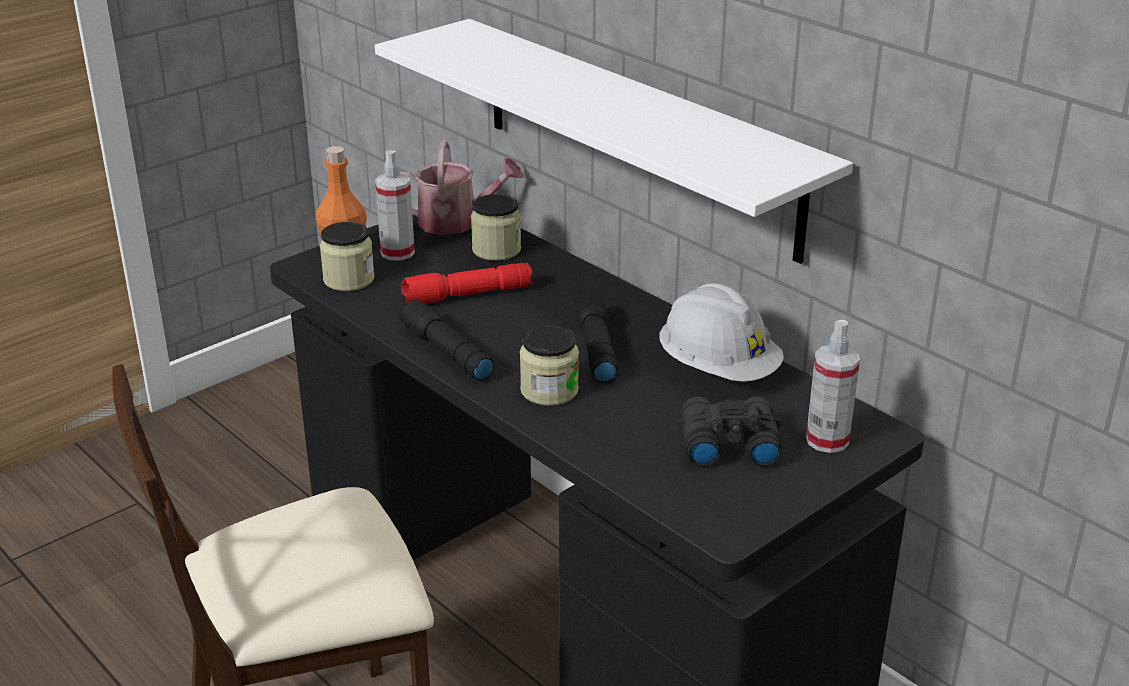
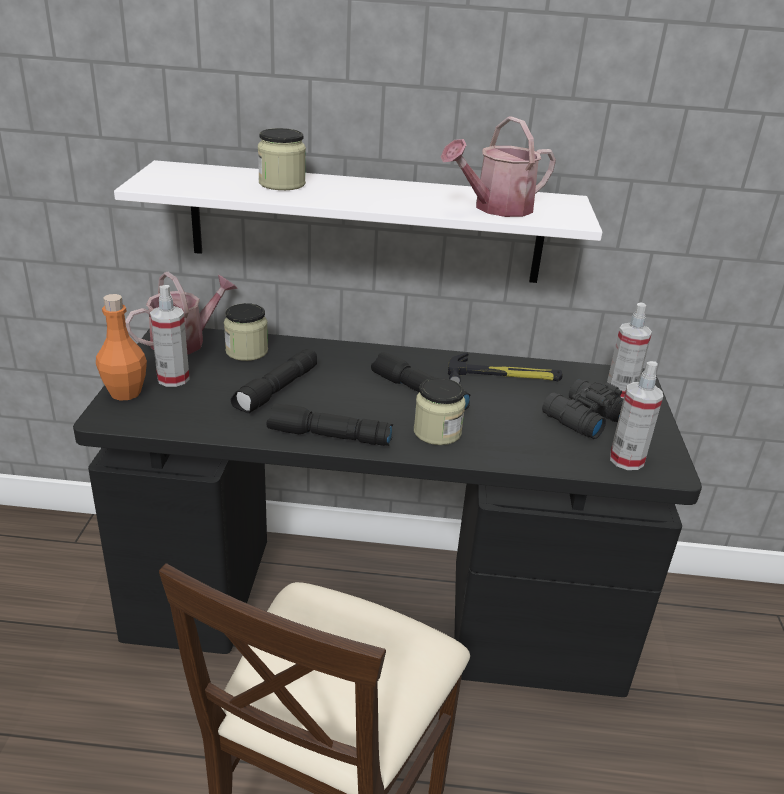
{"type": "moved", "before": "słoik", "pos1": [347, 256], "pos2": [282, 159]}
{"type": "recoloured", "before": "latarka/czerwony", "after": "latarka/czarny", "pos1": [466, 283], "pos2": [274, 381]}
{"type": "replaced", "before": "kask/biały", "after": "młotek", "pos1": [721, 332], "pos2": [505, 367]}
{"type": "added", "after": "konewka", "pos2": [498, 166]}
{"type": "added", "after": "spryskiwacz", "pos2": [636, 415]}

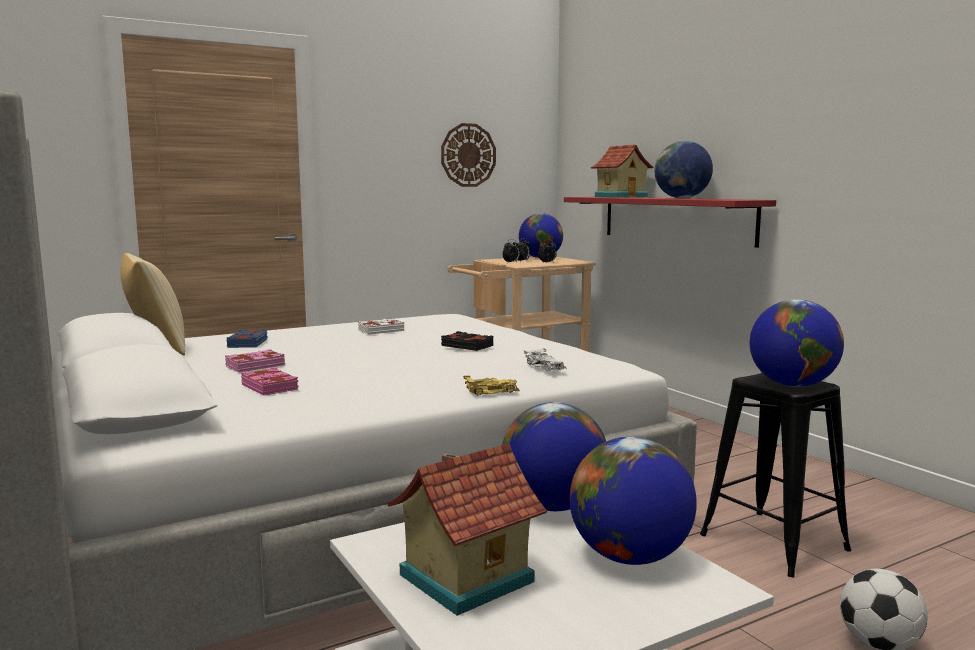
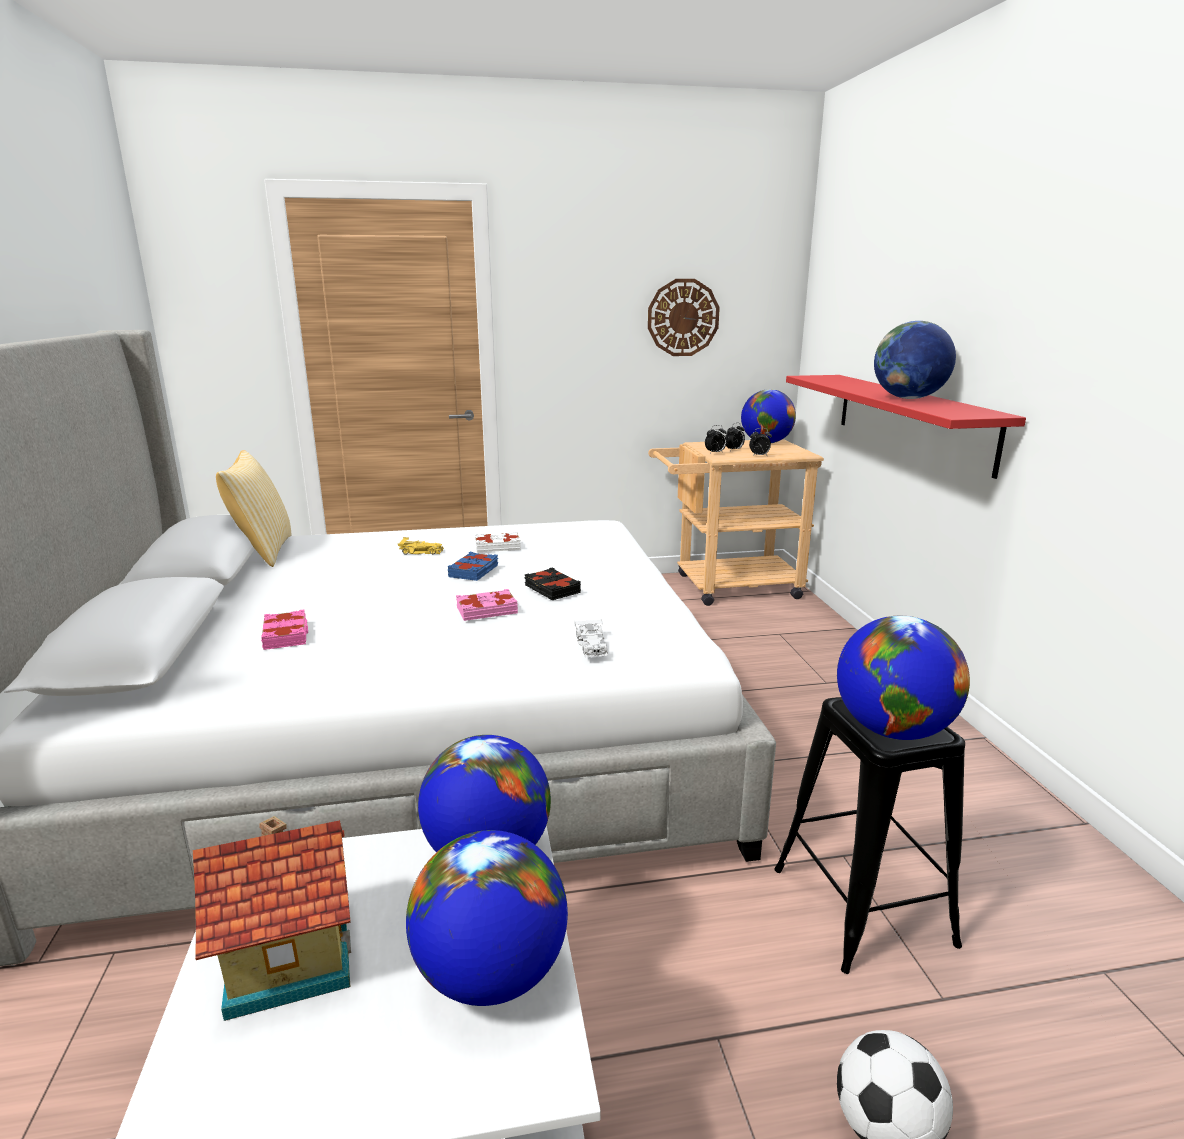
{"type": "removed", "before": "domek", "pos1": [622, 171]}
{"type": "moved", "before": "książka/niebieski", "pos1": [247, 339], "pos2": [473, 566]}
{"type": "moved", "before": "książka/różowy", "pos1": [255, 361], "pos2": [487, 605]}
{"type": "moved", "before": "samochodzik/żółty", "pos1": [491, 385], "pos2": [421, 546]}

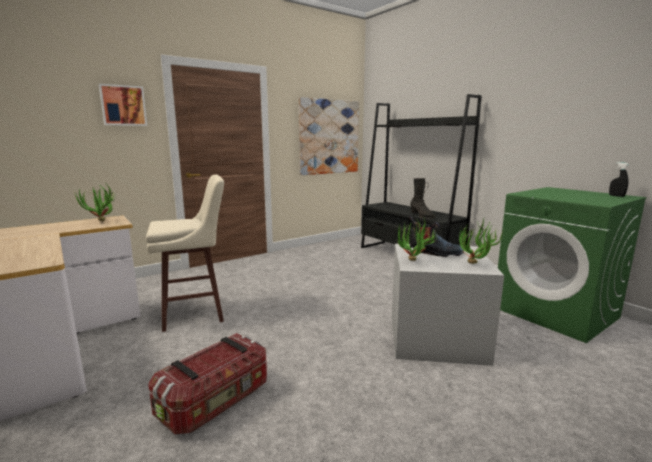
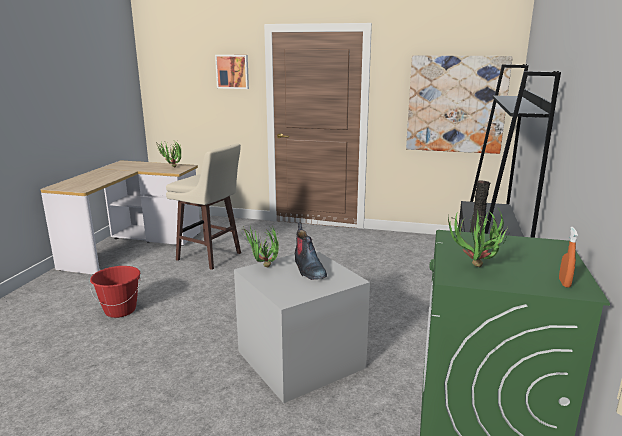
{"type": "recoloured", "before": "spryskiwacz/czarny", "after": "spryskiwacz/pomarańczowy", "pos1": [619, 179], "pos2": [568, 257]}
{"type": "moved", "before": "roślina doniczkowa", "pos1": [481, 241], "pos2": [478, 237]}
{"type": "replaced", "before": "pojemnik do przechowywania", "after": "wiadro/czerwony", "pos1": [207, 383], "pos2": [115, 292]}

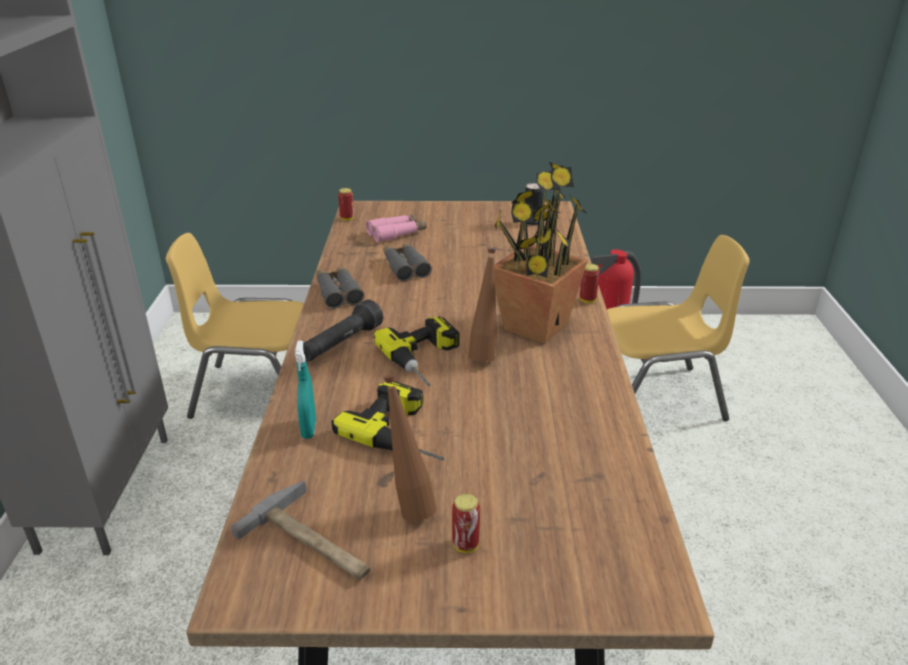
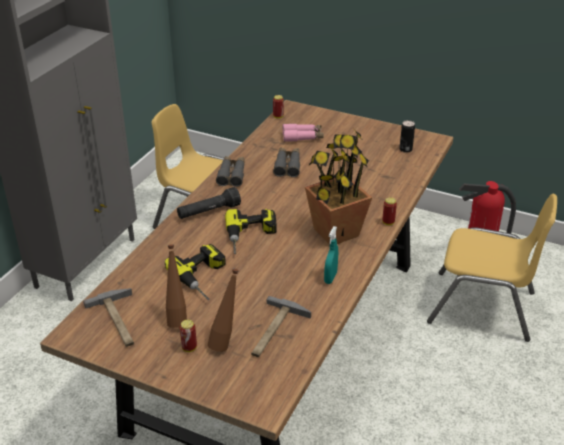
{"type": "moved", "before": "butelka/brązowy", "pos1": [482, 305], "pos2": [223, 310]}
{"type": "moved", "before": "spryskiwacz/turkusowy", "pos1": [305, 389], "pos2": [331, 255]}
{"type": "added", "after": "młotek", "pos2": [281, 326]}

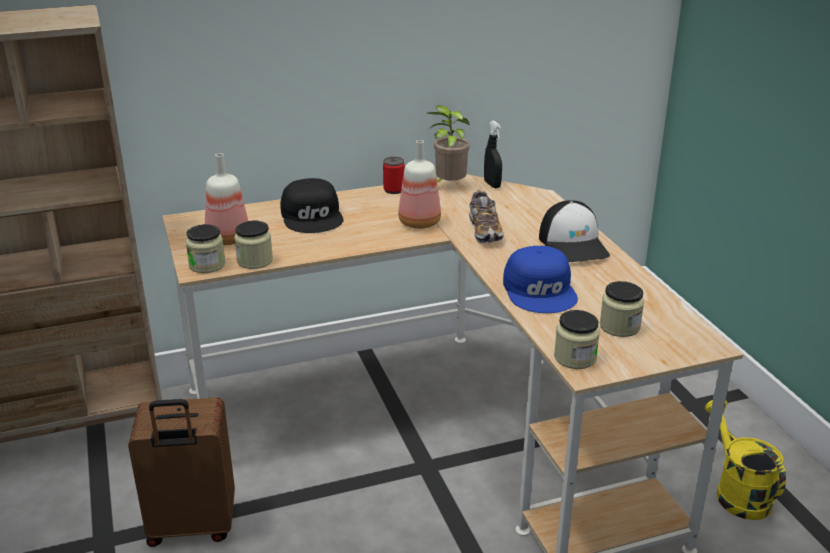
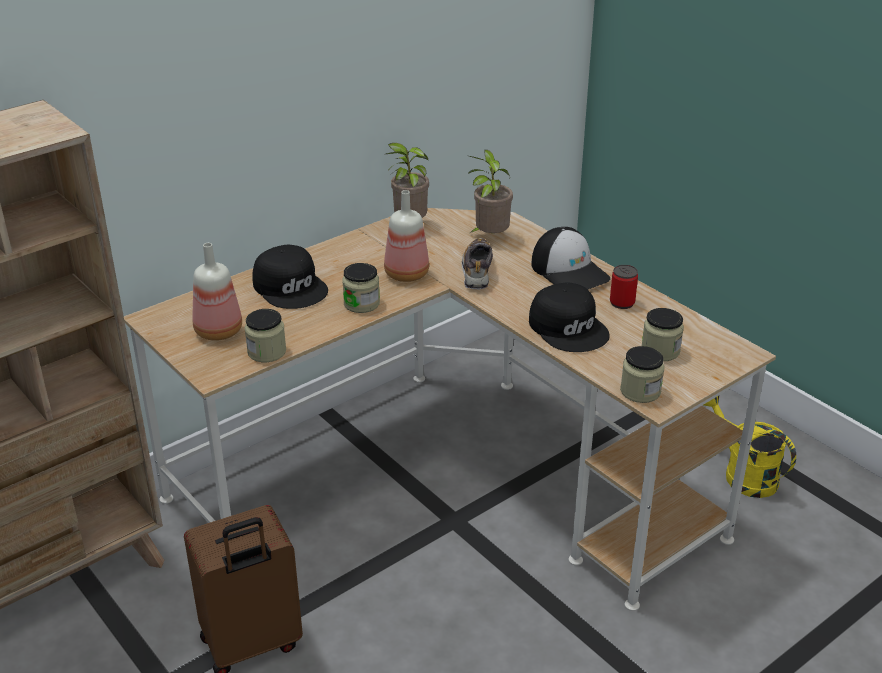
{"type": "removed", "before": "spryskiwacz/czarny", "pos1": [493, 154]}
{"type": "moved", "before": "puszka", "pos1": [394, 175], "pos2": [624, 287]}
{"type": "turned", "before": "but", "pos1": [486, 217], "pos2": [477, 264], "turn": -150}
{"type": "moved", "before": "słoik", "pos1": [205, 248], "pos2": [361, 288]}
{"type": "recoloured", "before": "czapka z daszkiem/niebieski", "after": "czapka z daszkiem/czarny", "pos1": [540, 279], "pos2": [569, 317]}
{"type": "added", "after": "roślina doniczkowa", "pos2": [490, 191]}

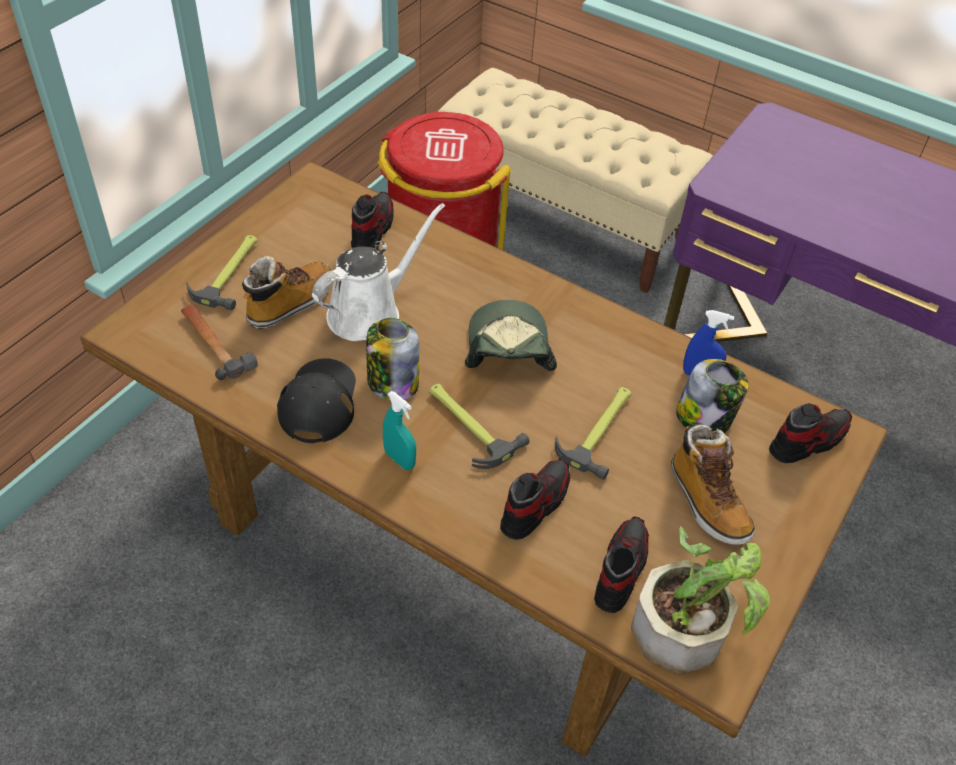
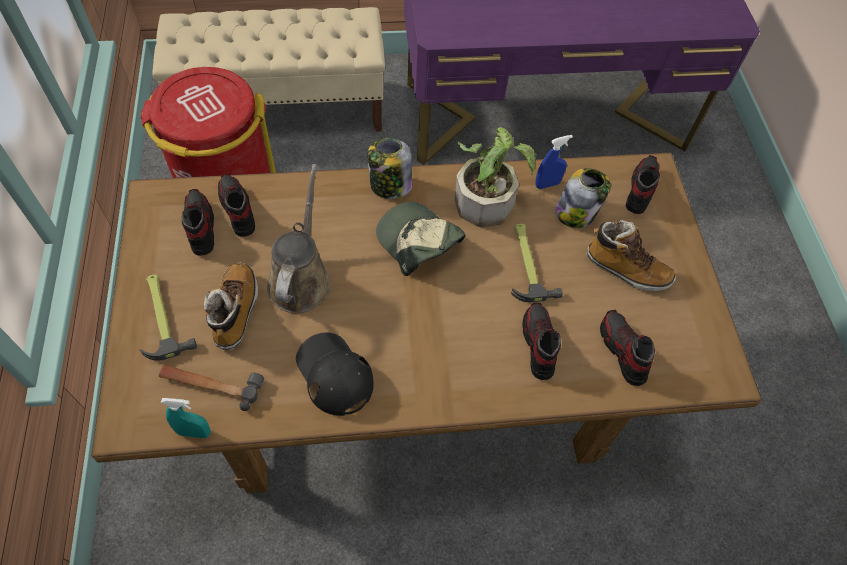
{"type": "recoloured", "before": "konewka/biały", "after": "konewka/brązowy", "pos1": [378, 272], "pos2": [299, 238]}
{"type": "moved", "before": "słoik", "pos1": [392, 359], "pos2": [390, 168]}
{"type": "removed", "before": "młotek", "pos1": [479, 426]}
{"type": "moved", "before": "spryskiwacz/turkusowy", "pos1": [399, 430], "pos2": [186, 418]}
{"type": "moved", "before": "roślina doniczkowa", "pos1": [700, 601], "pos2": [495, 177]}
{"type": "added", "after": "but", "pos2": [198, 222]}

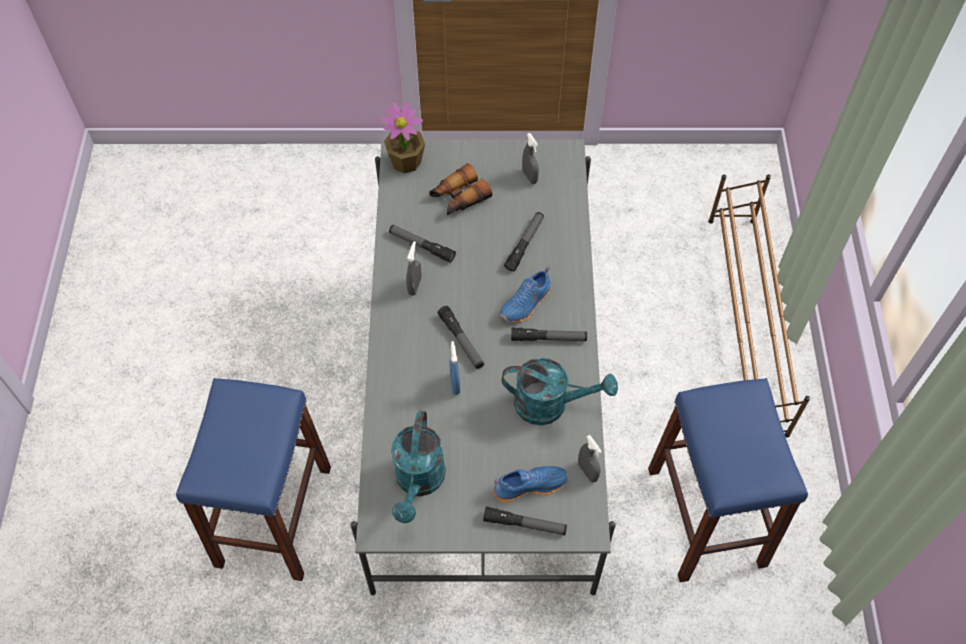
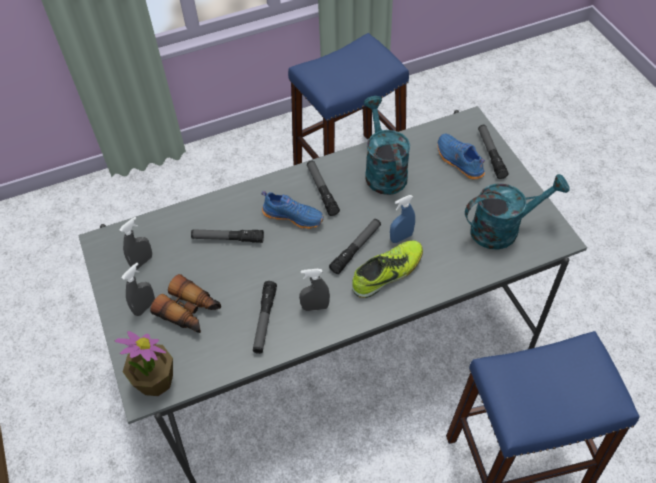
{"type": "removed", "before": "regał na buty/brązowy", "pos1": [759, 305]}
{"type": "moved", "before": "spryskiwacz/szary", "pos1": [590, 459], "pos2": [138, 289]}
{"type": "added", "after": "but", "pos2": [387, 269]}

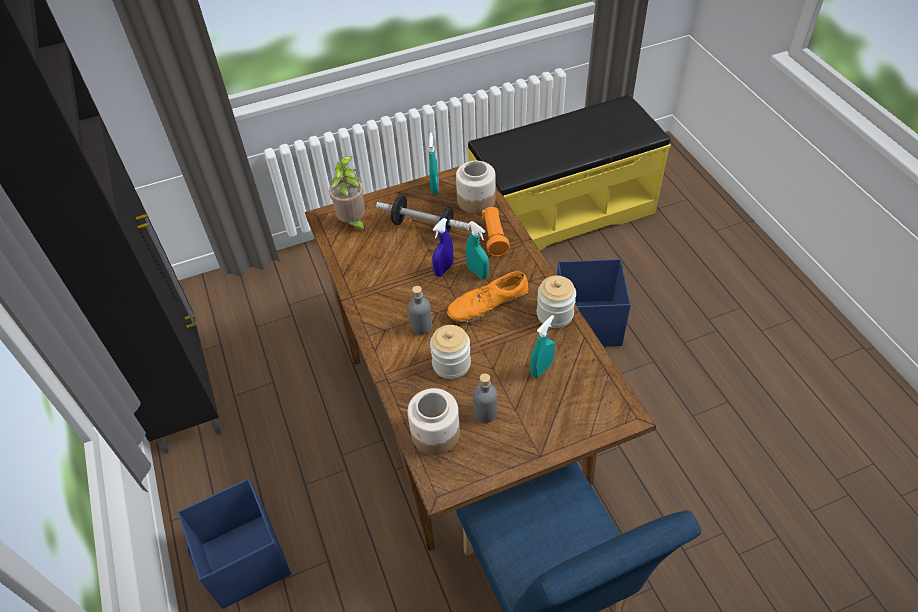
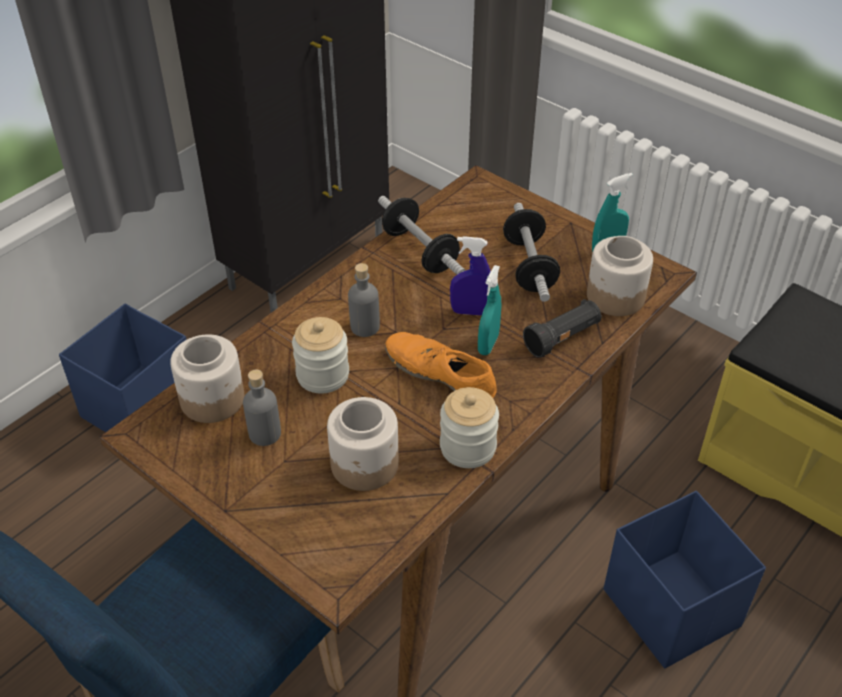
{"type": "removed", "before": "roślina doniczkowa", "pos1": [347, 194]}
{"type": "recoloured", "before": "latarka/pomarańczowy", "after": "latarka/czarny", "pos1": [496, 231], "pos2": [562, 328]}
{"type": "replaced", "before": "spryskiwacz/turkusowy", "after": "słoik", "pos1": [542, 346], "pos2": [363, 444]}
{"type": "added", "after": "hantel", "pos2": [422, 235]}

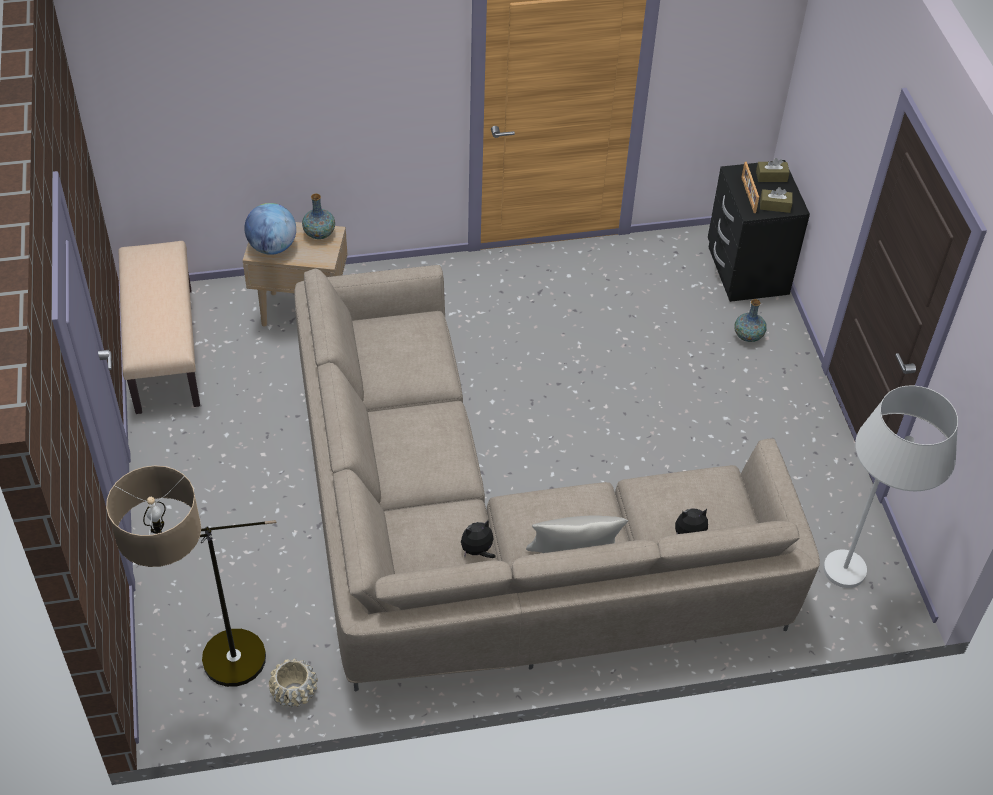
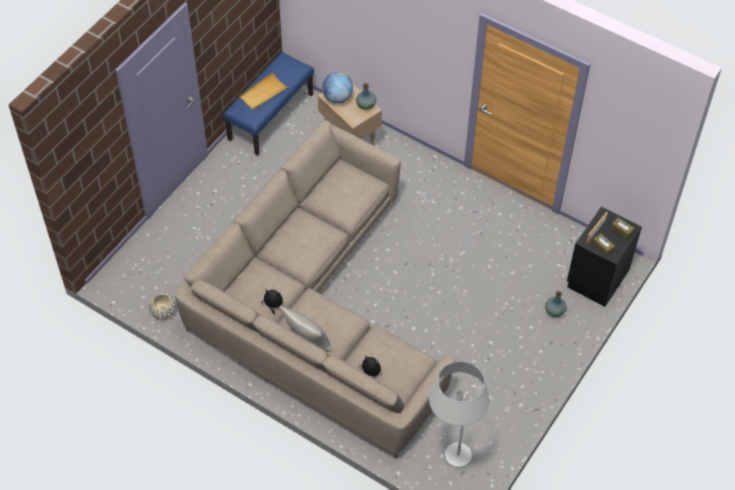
{"type": "recoloured", "before": "ławka/beżowy", "after": "ławka/niebieski", "pos1": [159, 327], "pos2": [268, 104]}
{"type": "removed", "before": "lampa stojąca", "pos1": [191, 576]}
{"type": "added", "after": "taca/beżowy", "pos2": [264, 91]}

